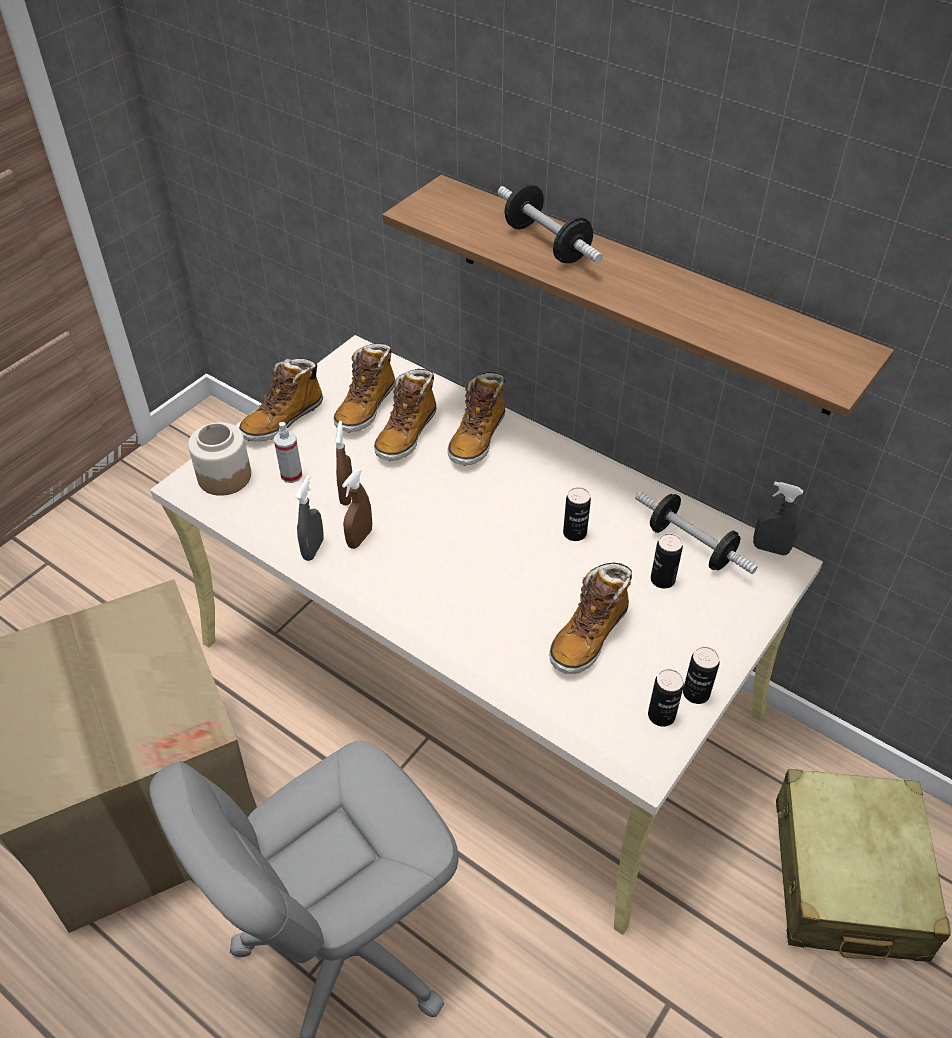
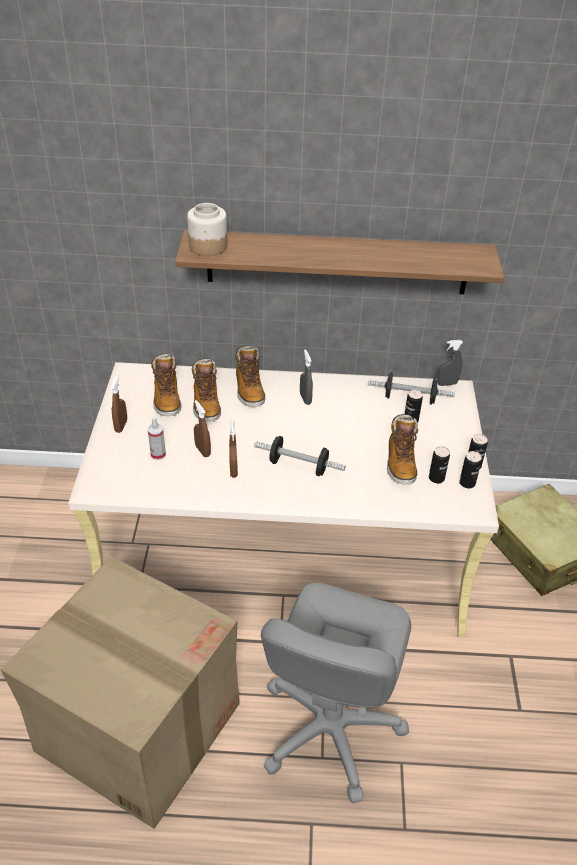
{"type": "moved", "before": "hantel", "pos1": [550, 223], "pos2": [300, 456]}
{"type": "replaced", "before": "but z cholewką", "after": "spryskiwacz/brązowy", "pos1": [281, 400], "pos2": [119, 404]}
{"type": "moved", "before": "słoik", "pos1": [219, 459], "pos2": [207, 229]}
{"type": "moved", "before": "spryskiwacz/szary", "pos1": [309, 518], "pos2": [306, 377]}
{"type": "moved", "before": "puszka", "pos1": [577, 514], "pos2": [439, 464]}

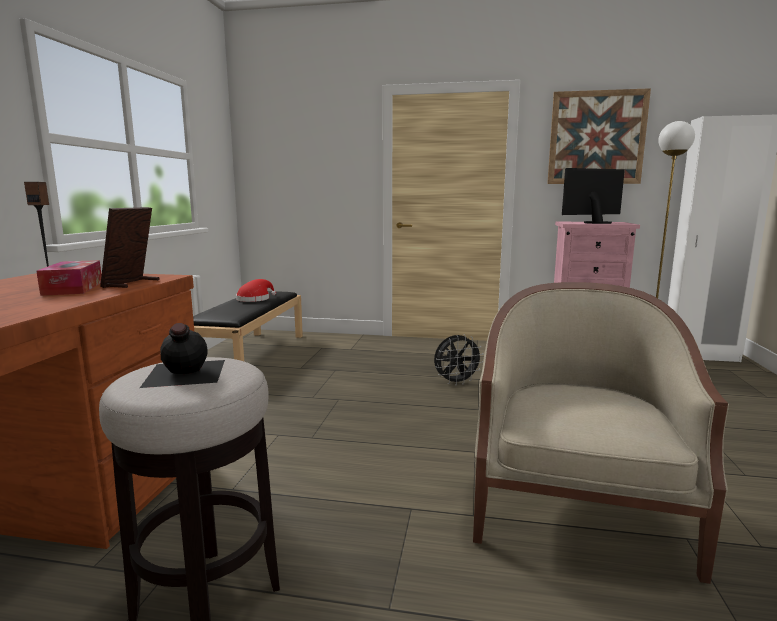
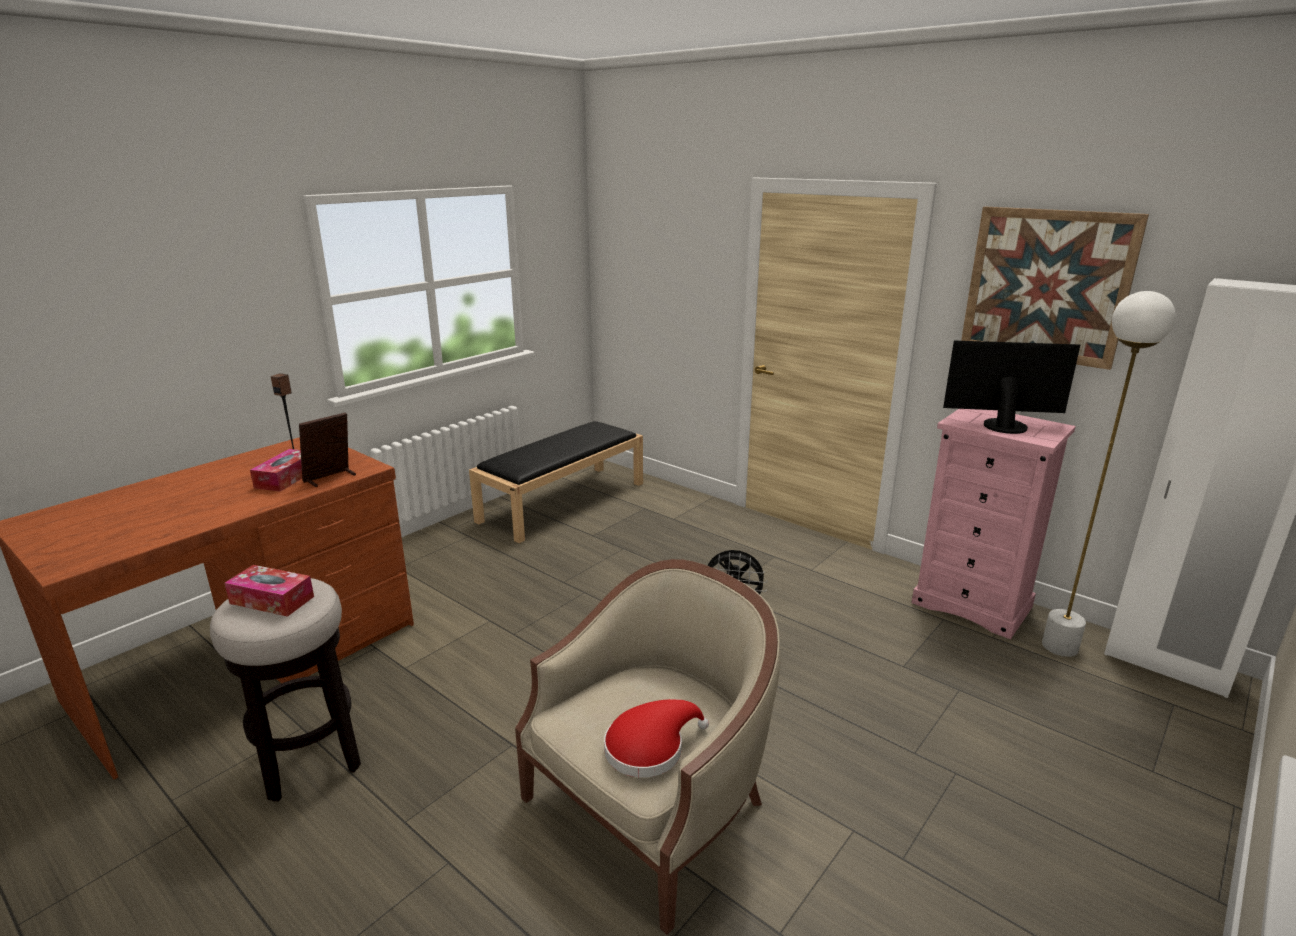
{"type": "moved", "before": "kapelusz/czerwony", "pos1": [256, 290], "pos2": [656, 738]}
{"type": "replaced", "before": "butelka/czarny", "after": "pudełko chusteczek", "pos1": [182, 355], "pos2": [269, 591]}

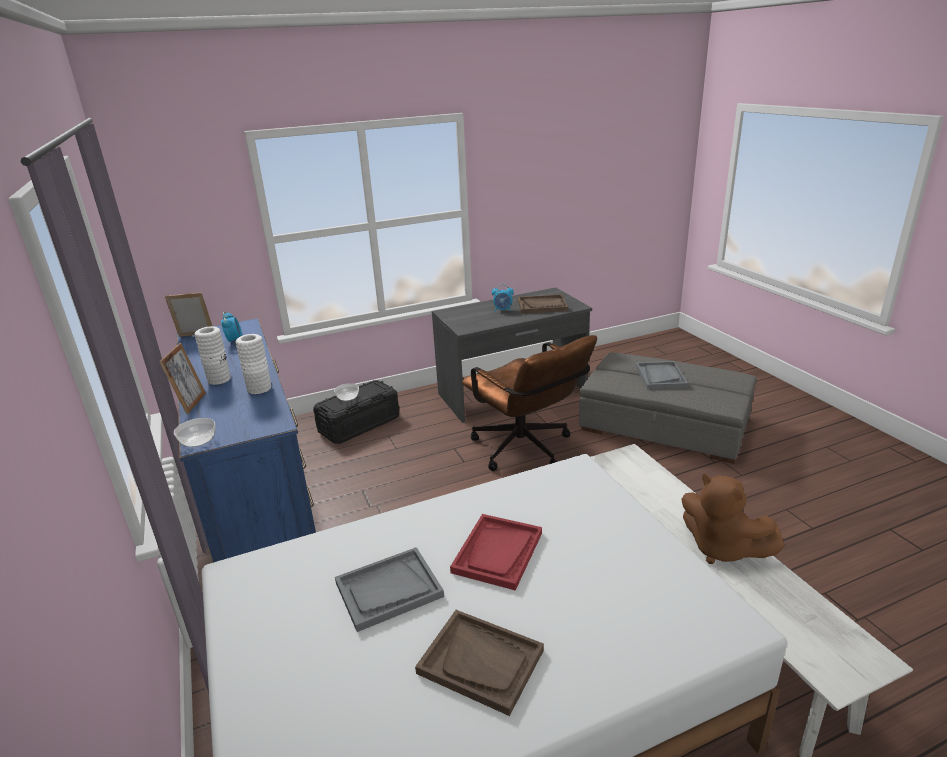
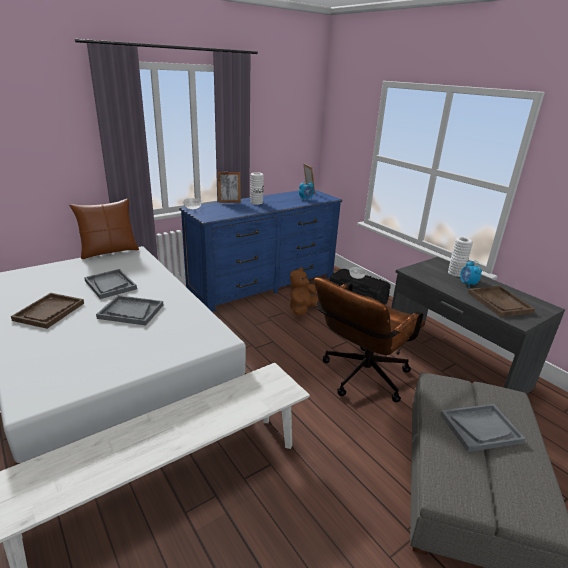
{"type": "moved", "before": "wazon/biały", "pos1": [253, 364], "pos2": [460, 257]}
{"type": "moved", "before": "pluszak/brązowy", "pos1": [733, 519], "pos2": [304, 291]}
{"type": "recoloured", "before": "taca/czerwony", "after": "taca/szary", "pos1": [496, 552], "pos2": [130, 310]}
{"type": "added", "after": "poduszka/brązowy", "pos2": [104, 229]}

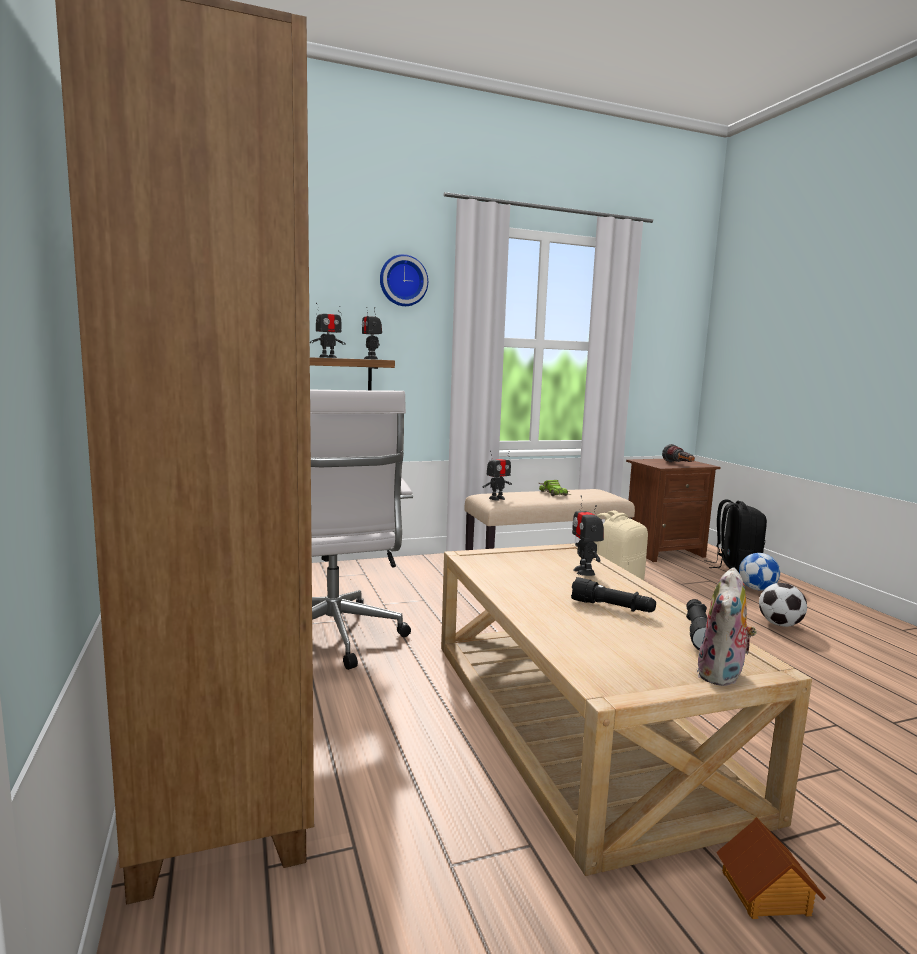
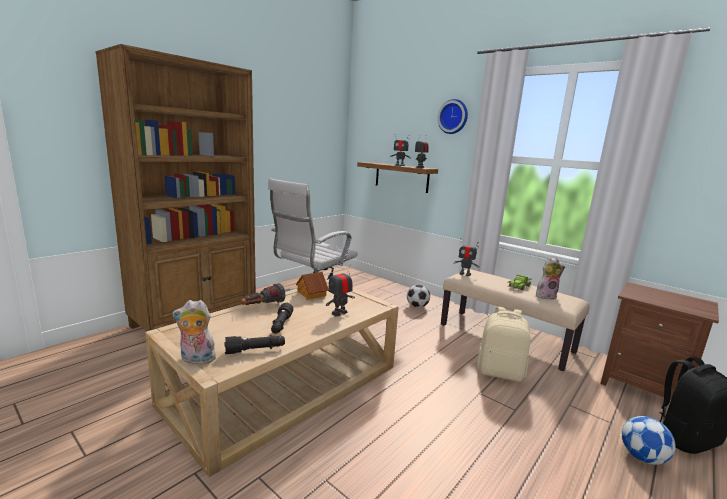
{"type": "moved", "before": "latarka", "pos1": [678, 453], "pos2": [263, 294]}
{"type": "moved", "before": "piłka futbolowa", "pos1": [783, 605], "pos2": [418, 296]}
{"type": "moved", "before": "domek", "pos1": [771, 868], "pos2": [312, 286]}
{"type": "added", "after": "pluszak", "pos2": [550, 278]}

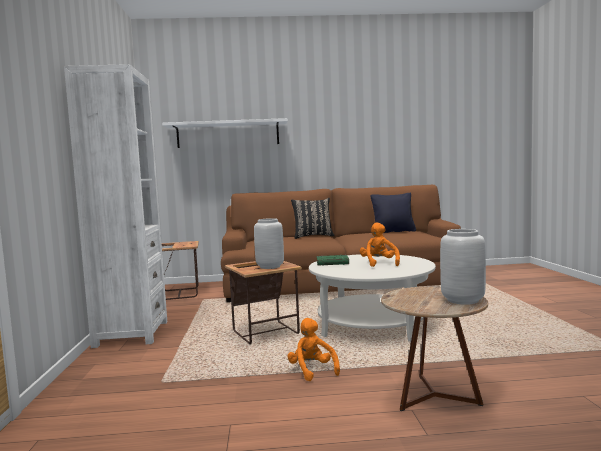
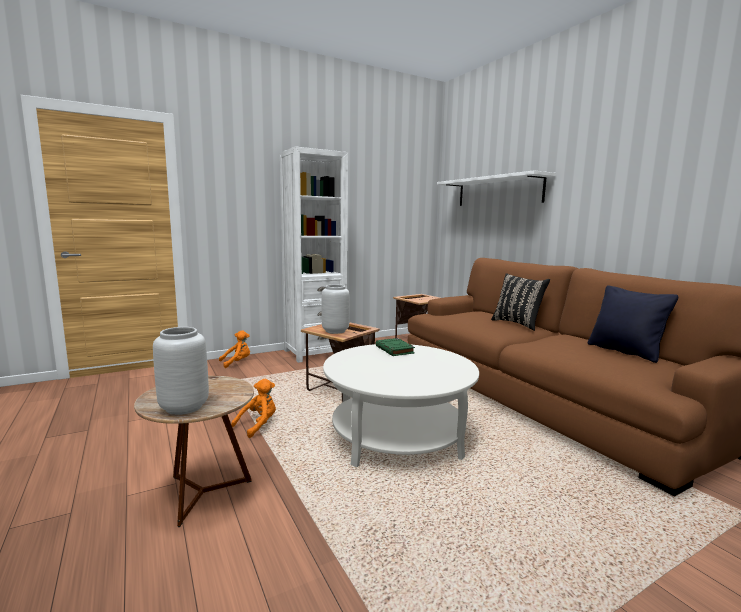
{"type": "moved", "before": "pluszak/pomarańczowy", "pos1": [380, 245], "pos2": [234, 349]}

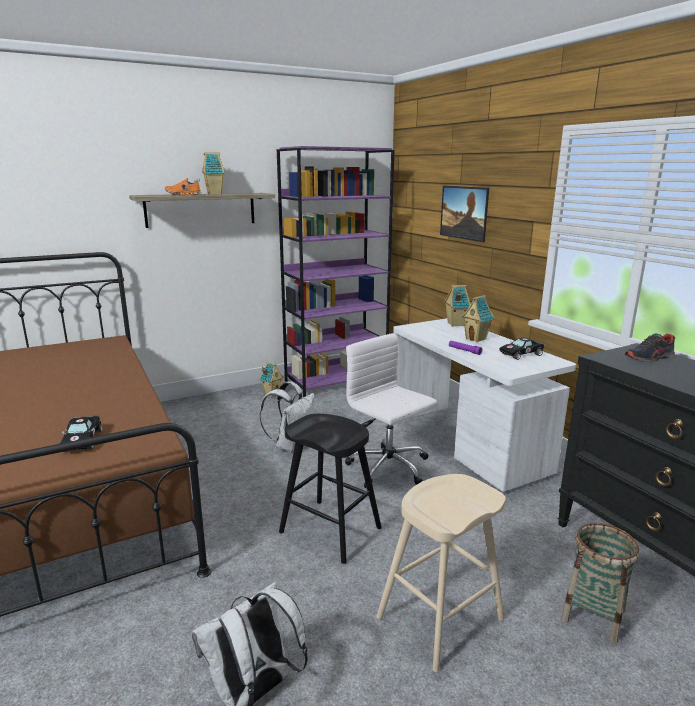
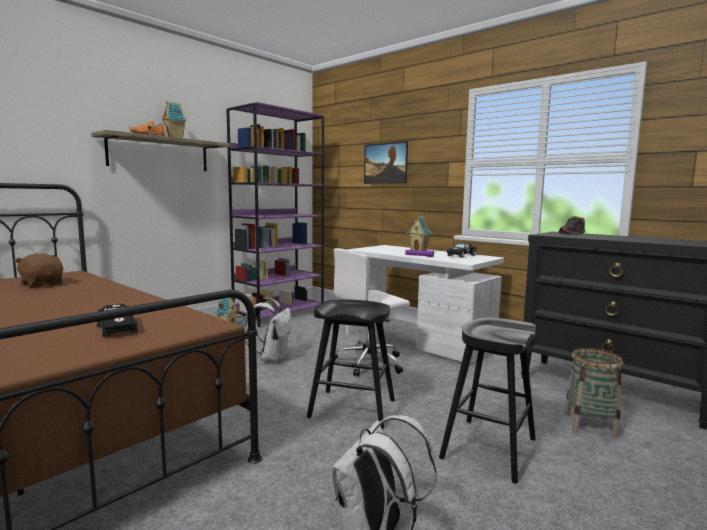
{"type": "removed", "before": "domek", "pos1": [457, 306]}
{"type": "turned", "before": "krzesło biurowe/biały", "pos1": [391, 410], "pos2": [372, 312], "turn": -60}
{"type": "recoloured", "before": "stołek/beżowy", "after": "stołek/czarny", "pos1": [441, 573], "pos2": [487, 400]}
{"type": "added", "after": "pluszak/brązowy", "pos2": [38, 270]}

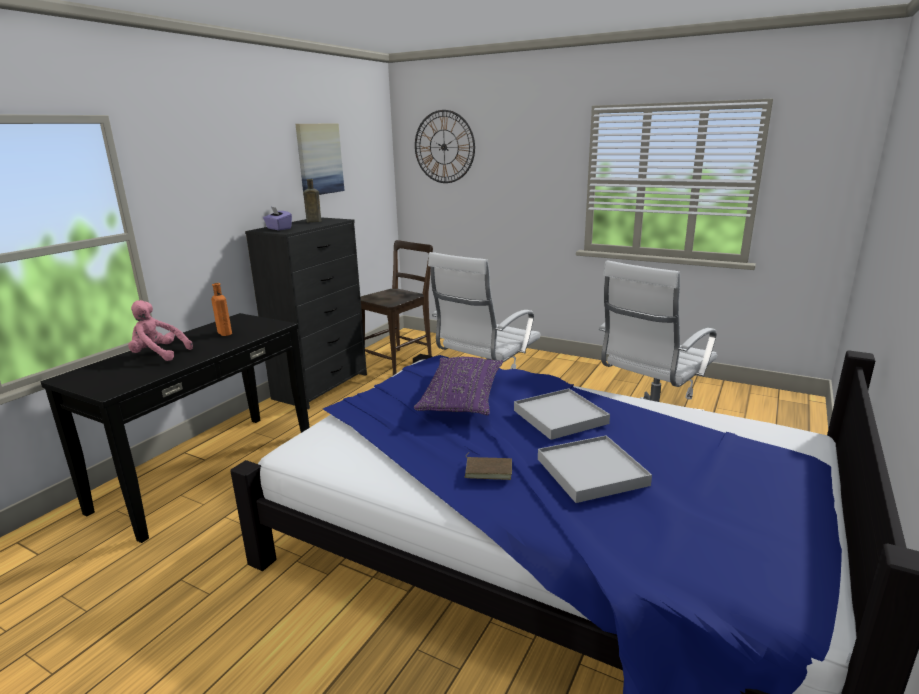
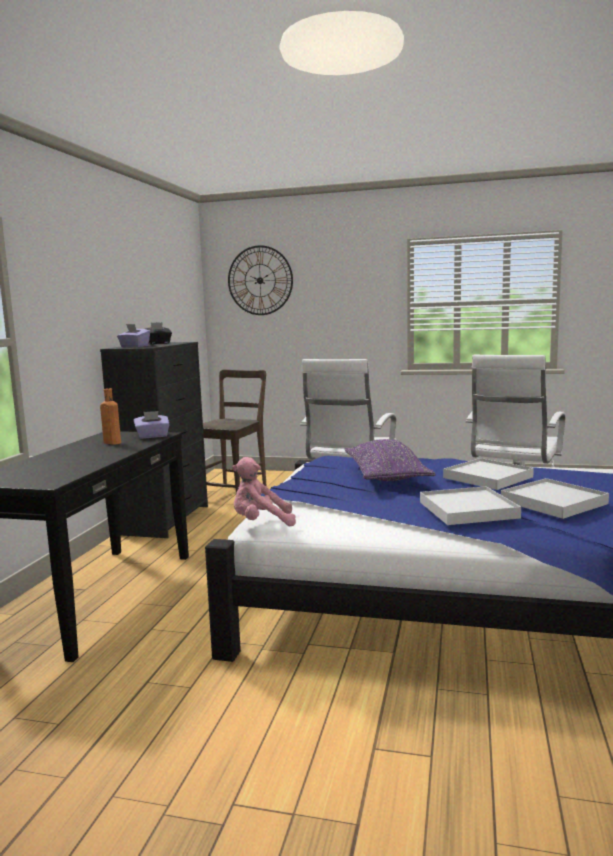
{"type": "removed", "before": "obraz", "pos1": [320, 159]}
{"type": "replaced", "before": "butelka/brązowy", "after": "pudełko chusteczek/czarny", "pos1": [312, 200], "pos2": [158, 333]}
{"type": "moved", "before": "pluszak/różowy", "pos1": [160, 330], "pos2": [264, 491]}
{"type": "replaced", "before": "książka/brązowy", "after": "taca/biały", "pos1": [488, 466], "pos2": [470, 505]}
{"type": "added", "after": "pudełko chusteczek/fioletowy", "pos2": [152, 425]}

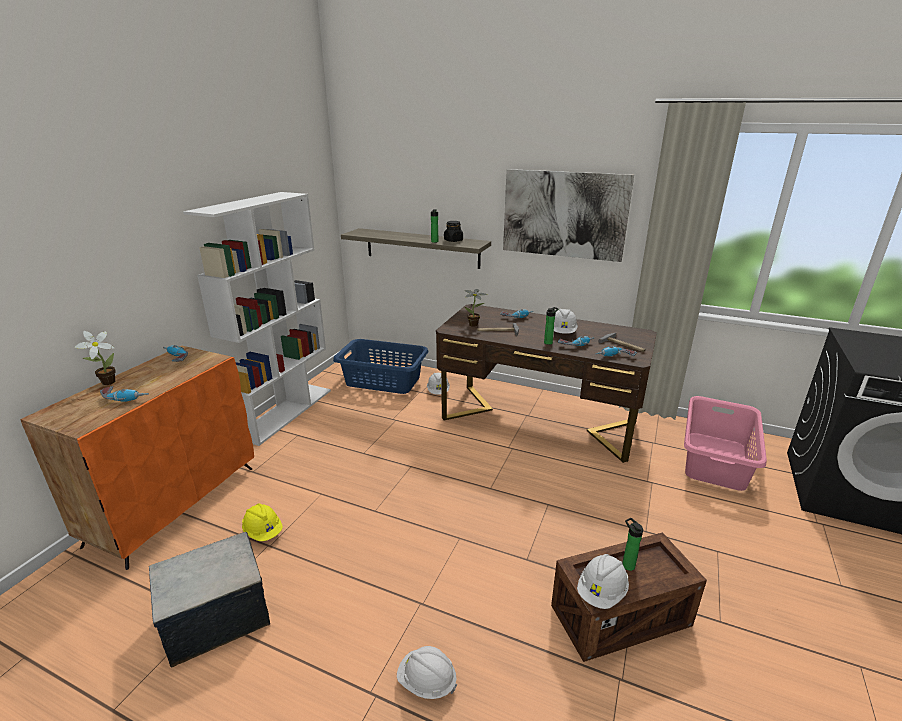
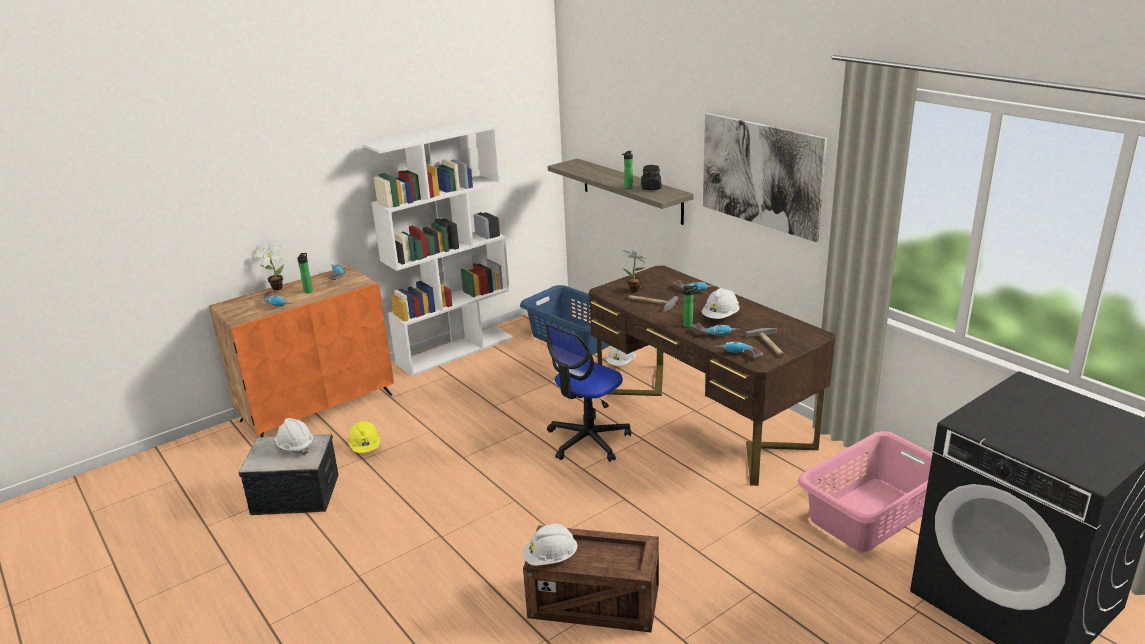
{"type": "moved", "before": "butelka", "pos1": [632, 544], "pos2": [305, 273]}
{"type": "moved", "before": "kask/biały", "pos1": [427, 672], "pos2": [294, 436]}
{"type": "added", "after": "krzesło biurowe", "pos2": [588, 393]}

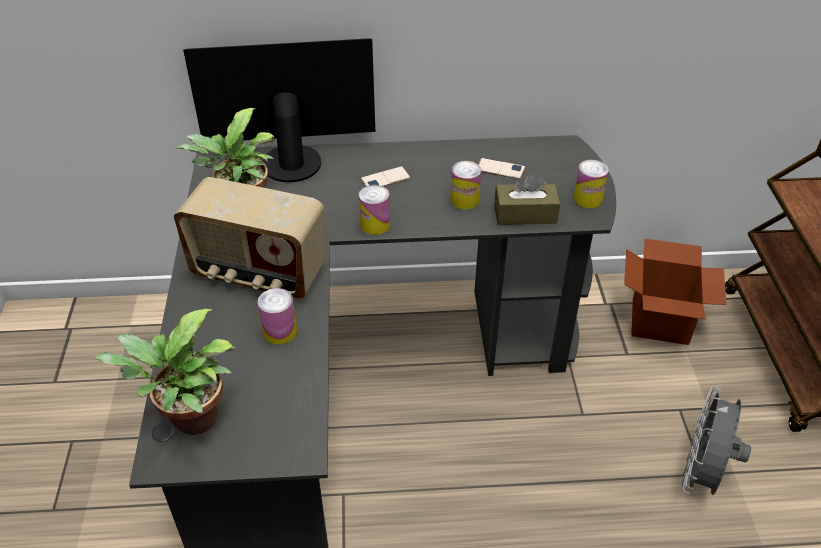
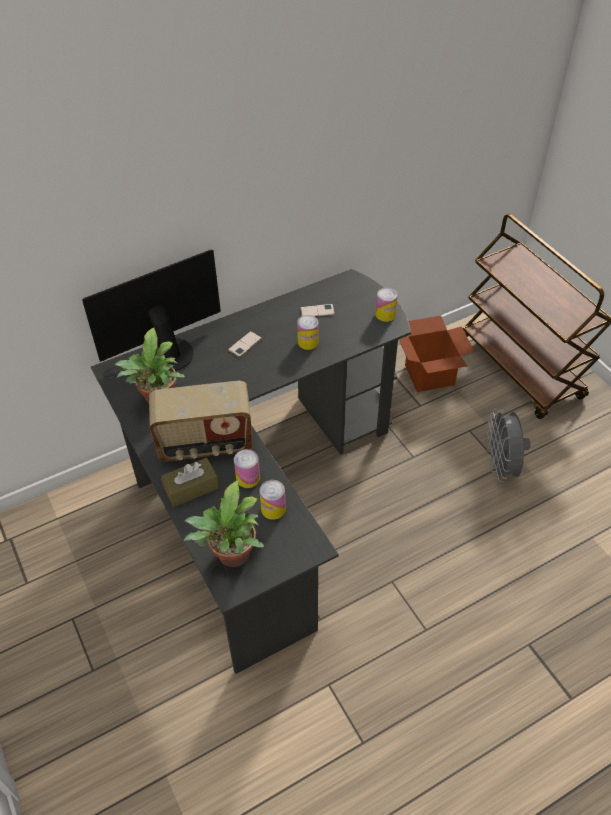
{"type": "moved", "before": "pudełko chusteczek/brązowy", "pos1": [527, 200], "pos2": [190, 482]}
{"type": "moved", "before": "puszka", "pos1": [374, 210], "pos2": [272, 500]}

